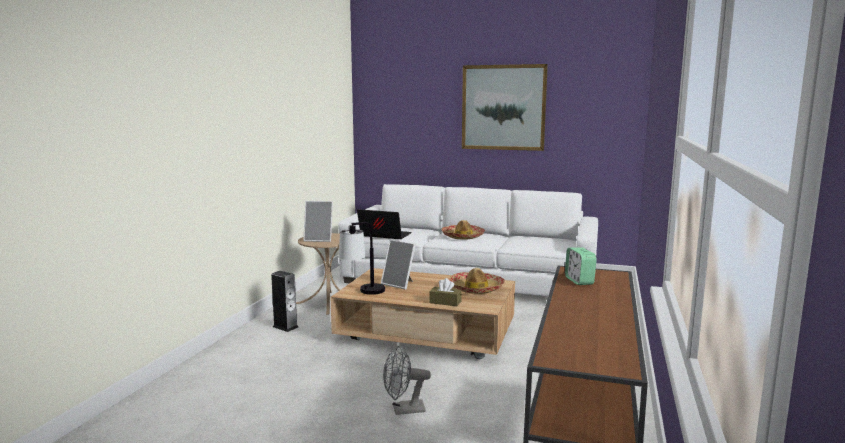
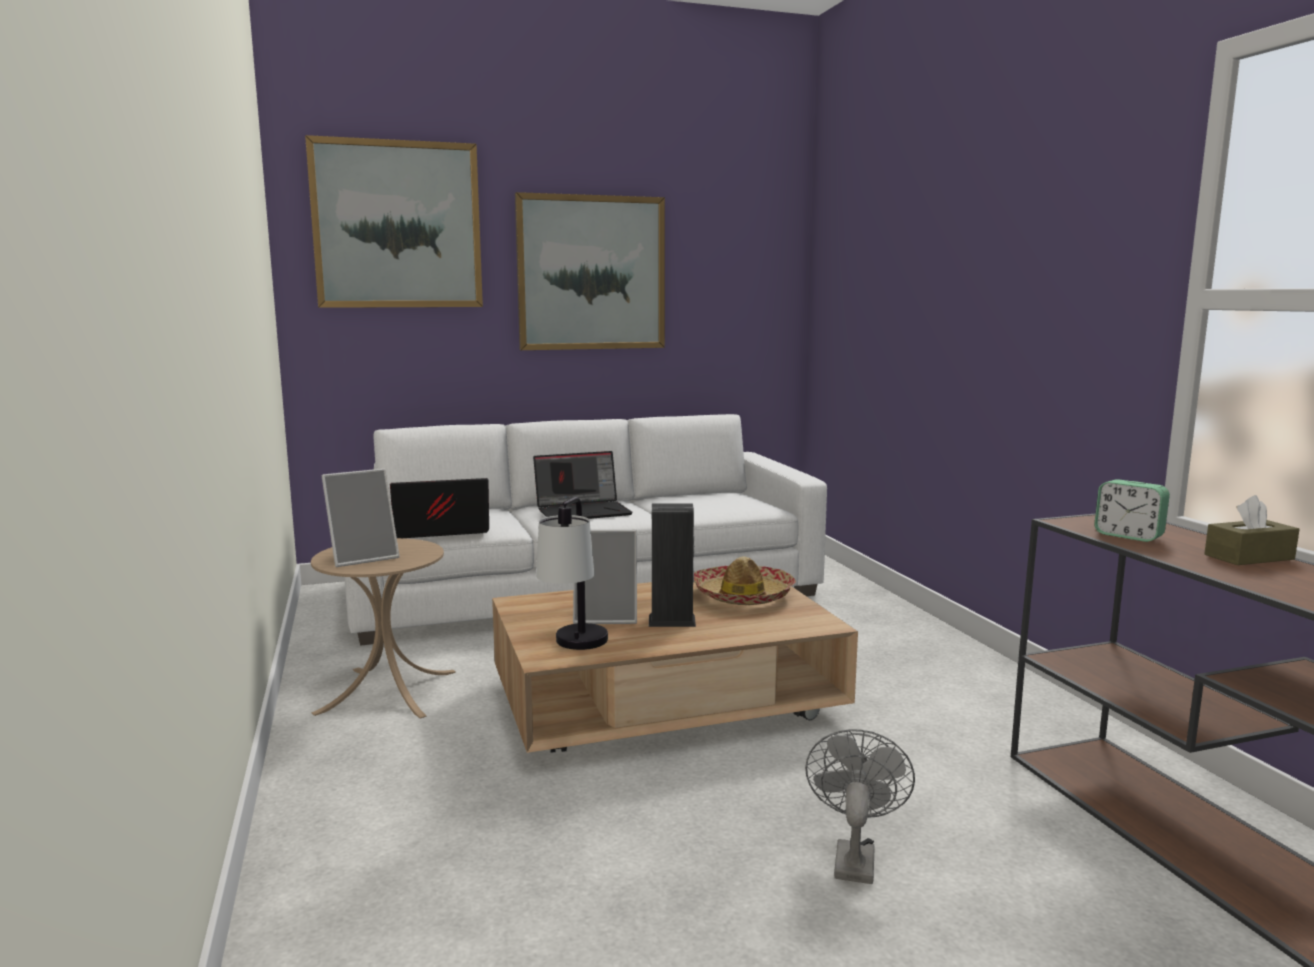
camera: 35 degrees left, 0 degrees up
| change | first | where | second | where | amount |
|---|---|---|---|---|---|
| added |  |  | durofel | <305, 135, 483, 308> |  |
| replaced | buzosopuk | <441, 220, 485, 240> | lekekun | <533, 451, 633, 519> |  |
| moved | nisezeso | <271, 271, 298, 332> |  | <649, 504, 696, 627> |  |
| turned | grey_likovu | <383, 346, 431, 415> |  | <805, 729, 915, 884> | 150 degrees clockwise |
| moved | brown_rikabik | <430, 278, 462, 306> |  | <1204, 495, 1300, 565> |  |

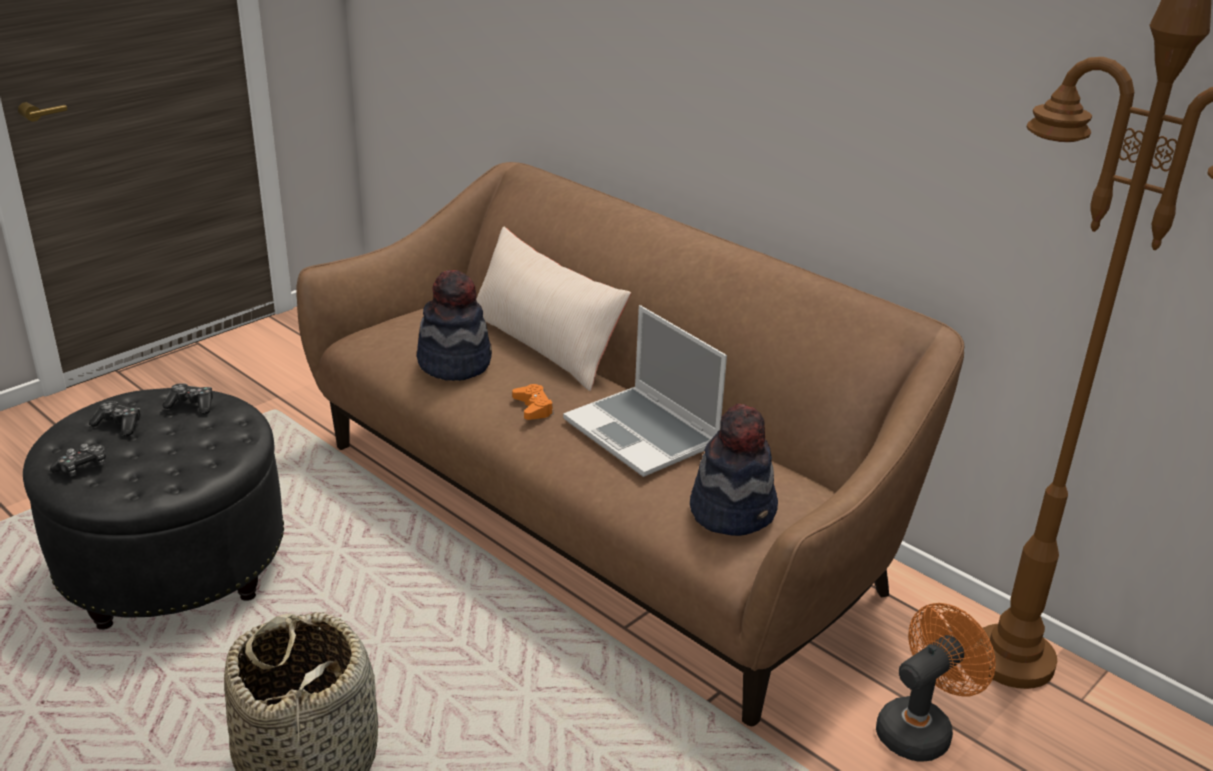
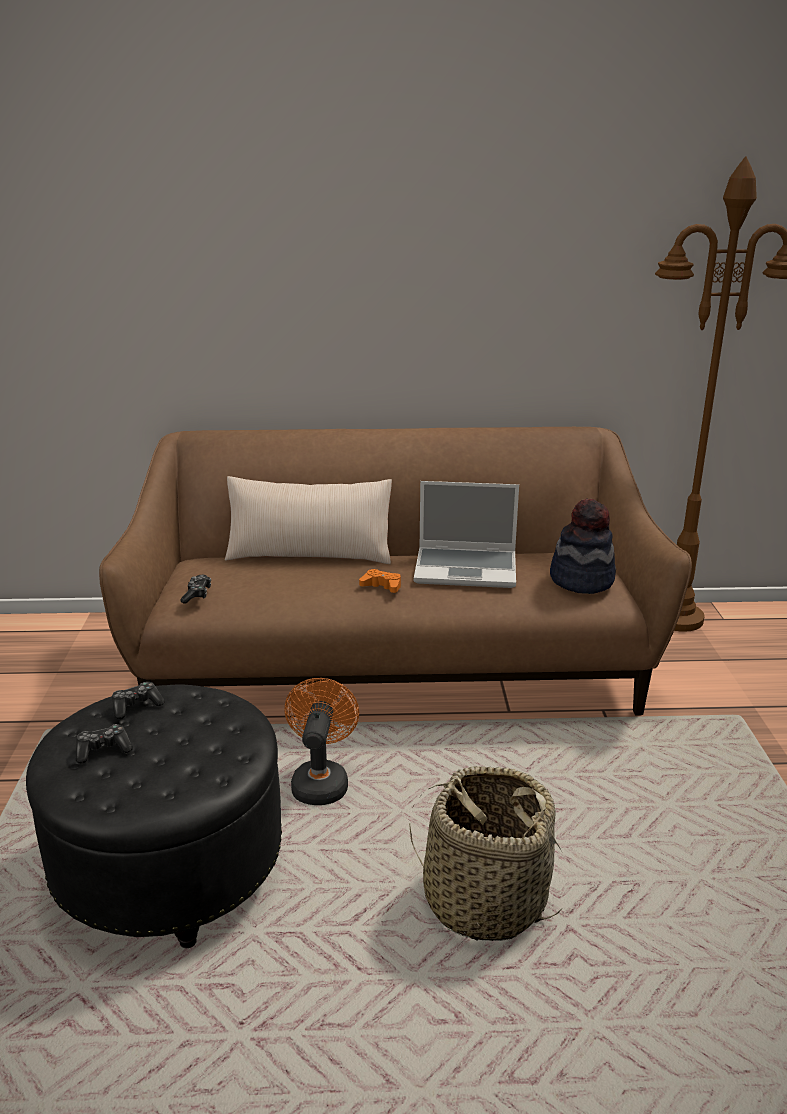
camera: 45 degrees left, 5 degrees down
| change | first | where | second | where | amount |
|---|---|---|---|---|---|
| moved | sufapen | <50, 443, 106, 477> |  | <180, 575, 211, 604> |  |
| moved | orange_likovu | <876, 603, 996, 761> |  | <285, 678, 359, 805> |  |
| removed | buzosopuk | <417, 270, 492, 381> |  |  |  |

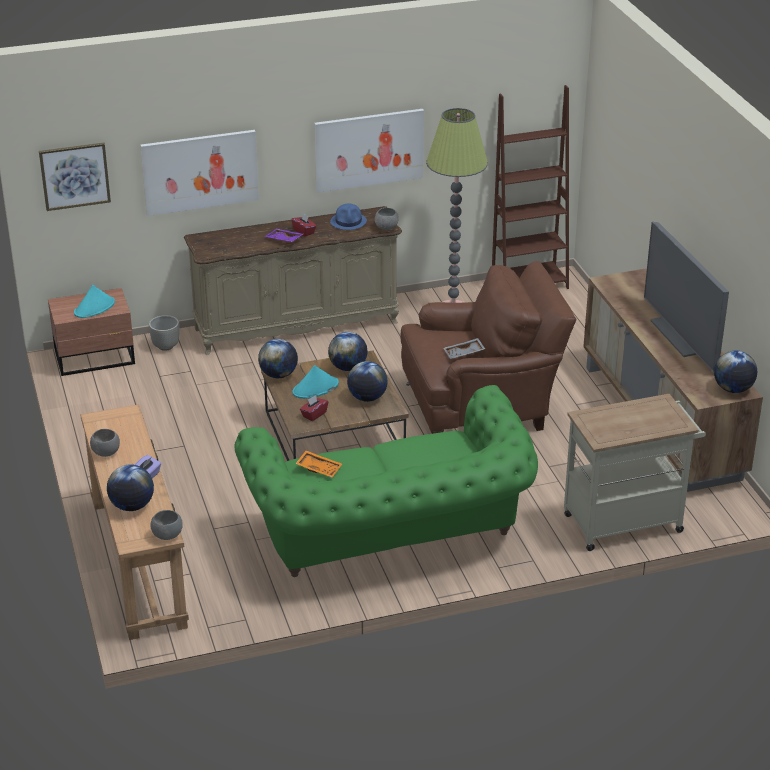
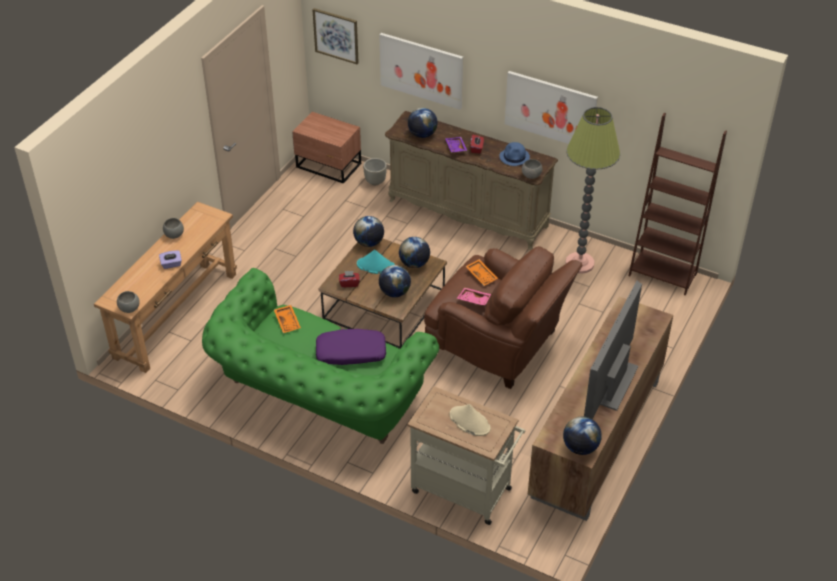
camera: 45 degrees right, 10 degrees up
| change | first | where | second | where | amount |
|---|---|---|---|---|---|
| added |  |  | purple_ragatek | <316, 329, 386, 365> |  |
| moved | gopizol | <107, 464, 154, 511> |  | <408, 108, 438, 138> |  |
| added |  |  | beige_buzosopuk | <450, 404, 491, 436> |  |
| recoloured | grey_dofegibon | <443, 338, 485, 359> | pink_dofegibon | <457, 288, 491, 306> |  |
| added |  |  | orange_dofegibon | <465, 259, 498, 286> |  |
| removed | turquoise_buzosopuk | <74, 285, 115, 318> |  |  |  |

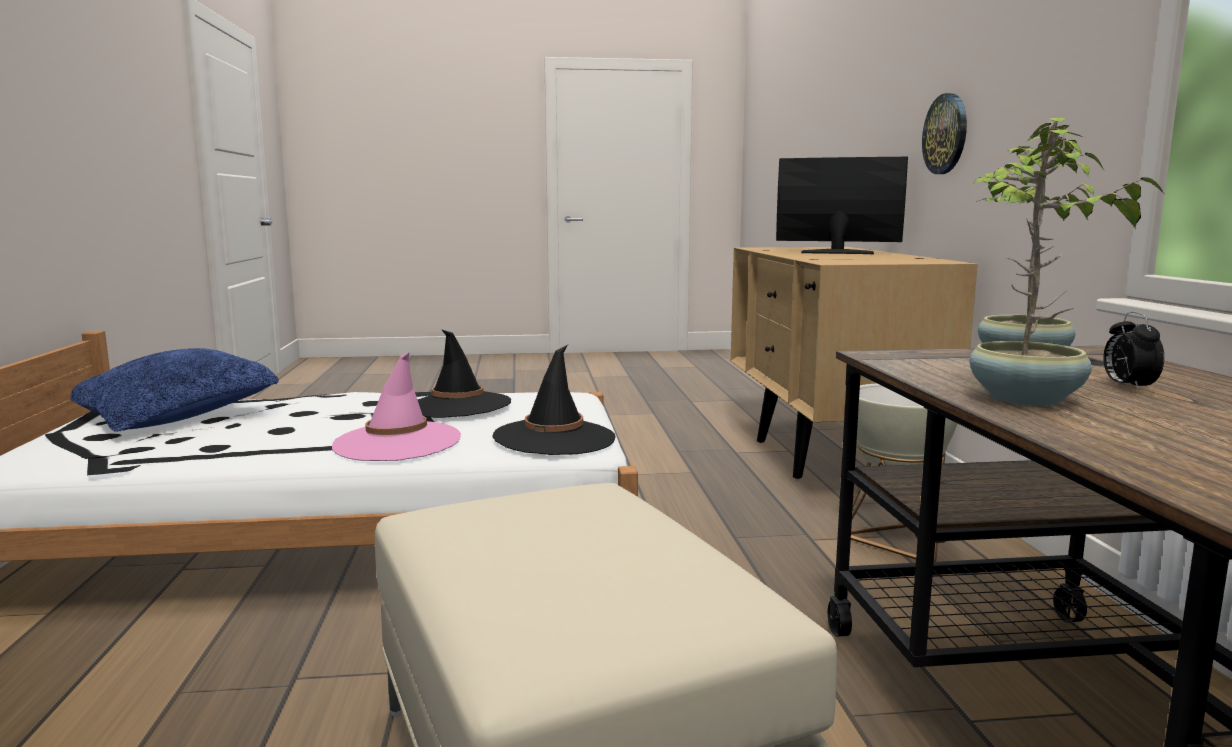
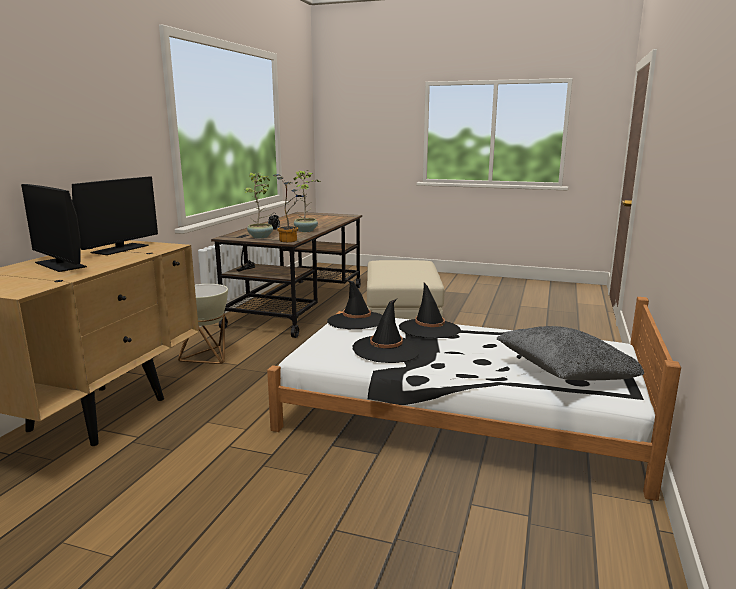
camera: 155 degrees left, 5 degrees up
| change | first | where | second | where | amount |
|---|---|---|---|---|---|
| added |  |  | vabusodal | <72, 177, 158, 255> |  |
| added |  |  | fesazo | <273, 174, 304, 242> |  |
| recoloured | pink_buzosopuk | <332, 353, 461, 461> | black_buzosopuk | <399, 283, 461, 338> |  |
| recoloured | blue_ragatek | <70, 348, 279, 432> | grey_ragatek | <496, 326, 644, 380> |  |
| removed | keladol | <922, 93, 967, 174> |  |  |  |

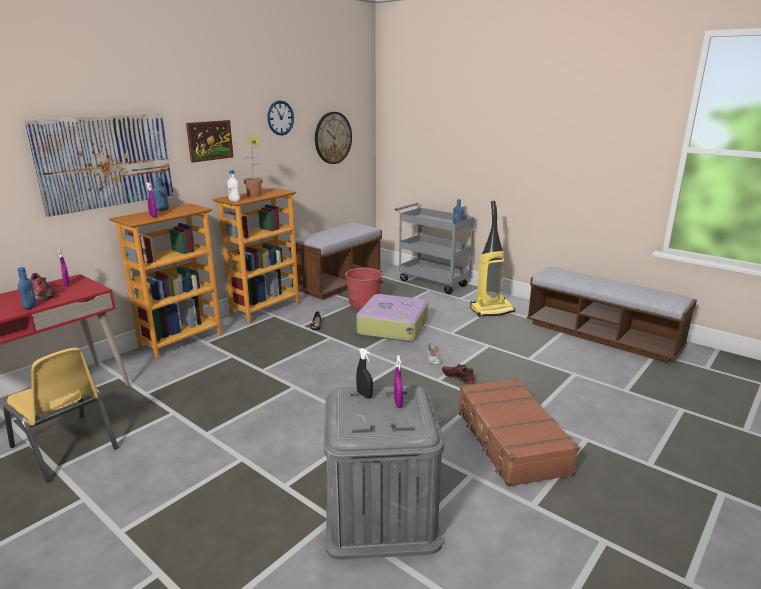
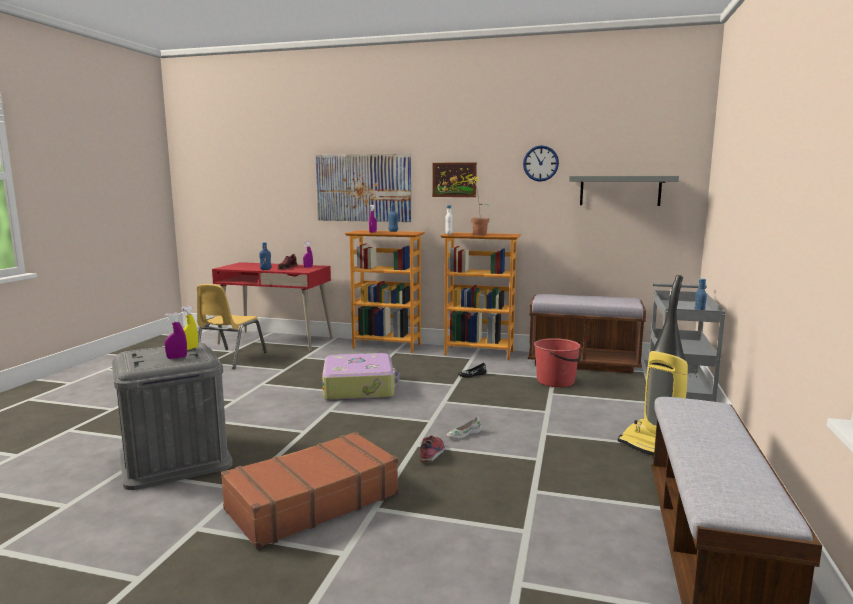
camera: 65 degrees right, 10 degrees down
| change | first | where | second | where | amount |
|---|---|---|---|---|---|
| recoloured | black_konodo | <356, 348, 373, 398> | yellow_konodo | <181, 306, 198, 350> |  |
| moved | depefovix | <356, 294, 428, 342> |  | <322, 353, 400, 401> |  |
| replaced | keladol | <315, 112, 352, 164> | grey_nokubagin | <569, 176, 679, 206> |  |

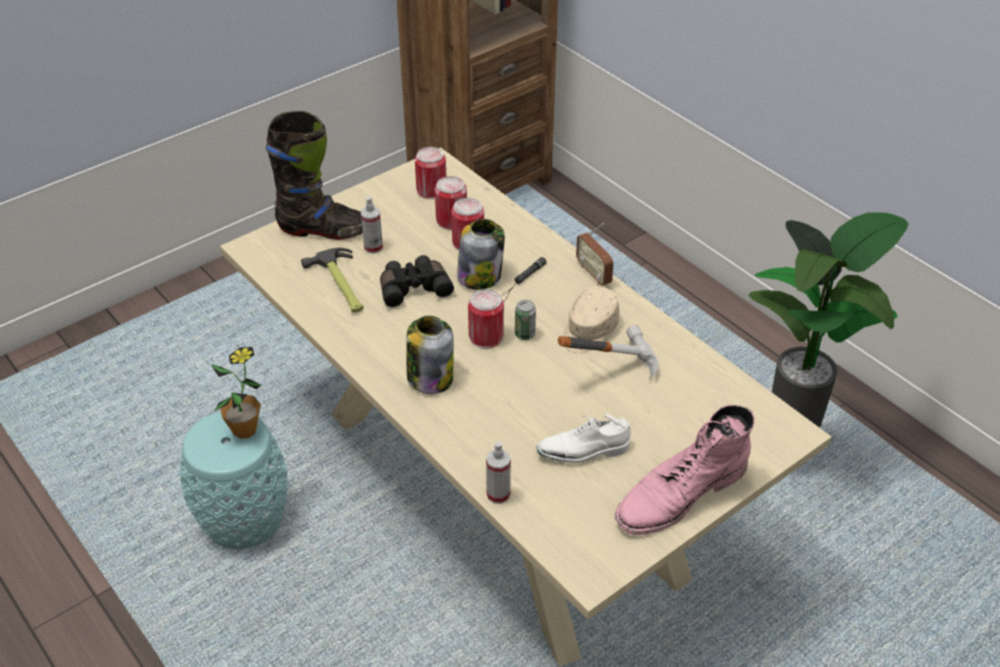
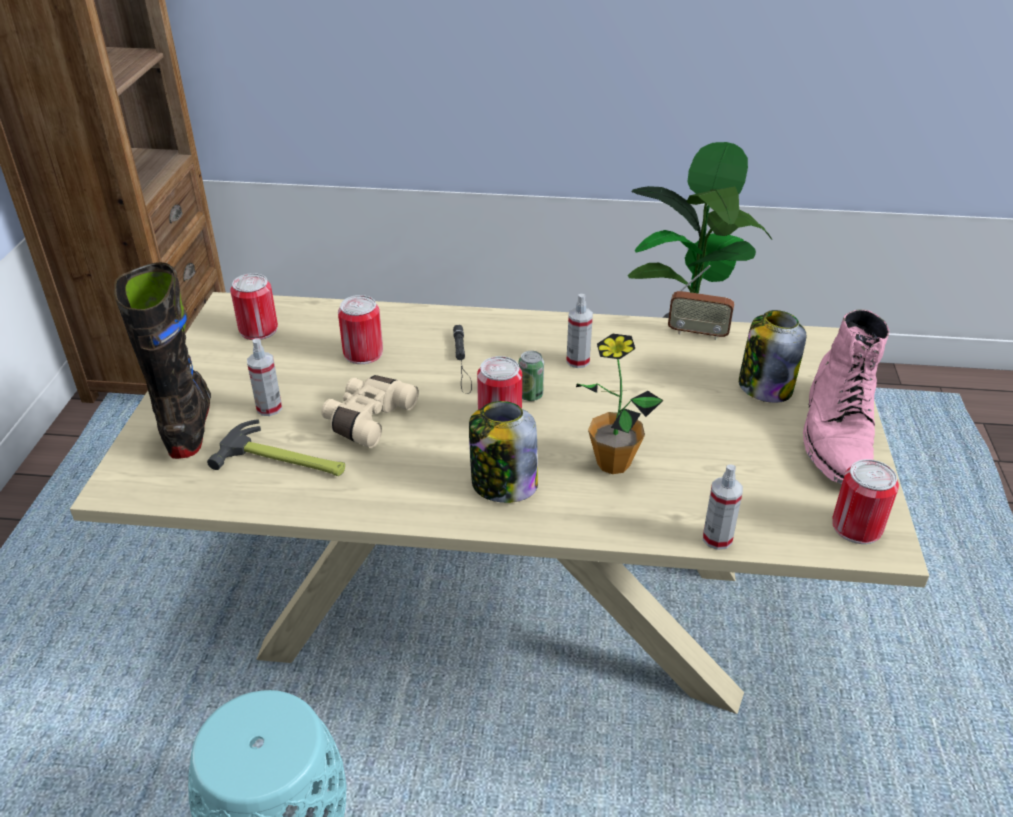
camera: 45 degrees left, 5 degrees down
| change | first | where | second | where | amount |
|---|---|---|---|---|---|
| turned | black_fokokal | <266, 111, 363, 240> |  | <114, 262, 211, 459> | 60 degrees counterclockwise |
| recoloured | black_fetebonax | <380, 255, 454, 308> | beige_fetebonax | <321, 375, 419, 448> |  |
| replaced | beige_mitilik | <564, 286, 620, 353> | konodo | <566, 294, 593, 368> |  |
| moved | fesazo | <211, 347, 261, 439> |  | <576, 334, 663, 474> |  |
| moved | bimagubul | <576, 223, 614, 285> |  | <668, 265, 734, 340> |  |
| moved | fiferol | <457, 219, 505, 290> |  | <739, 310, 806, 403> |  |
| moved | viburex | <435, 176, 467, 230> |  | <832, 459, 899, 544> |  |
| removed | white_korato | <536, 414, 631, 463> |  |  |  |
| removed | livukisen | <558, 325, 659, 380> |  |  |  |

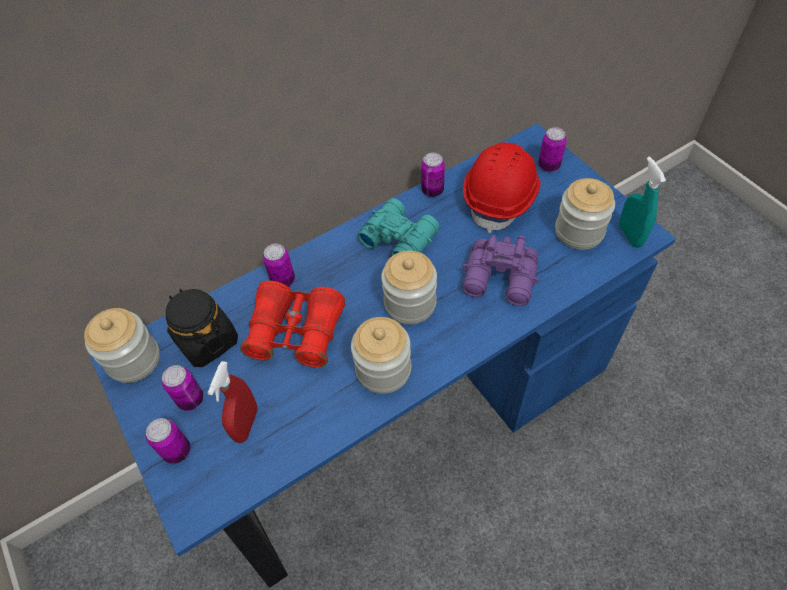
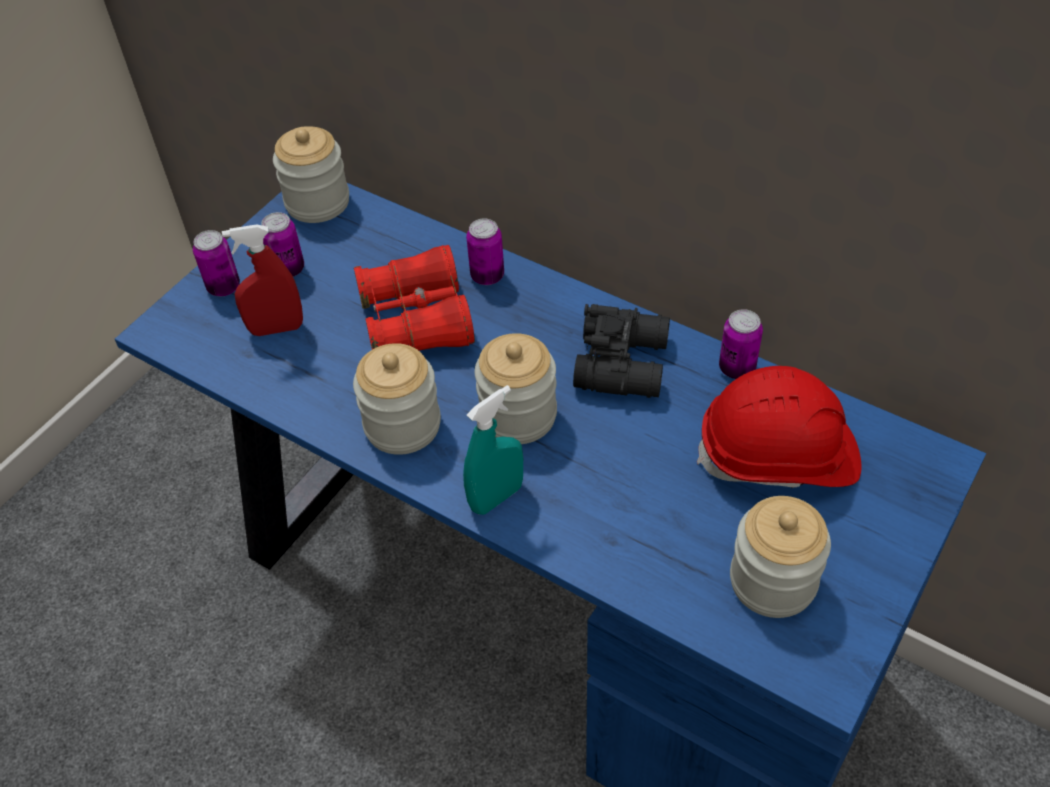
camera: 65 degrees right, 5 degrees down
| change | first | where | second | where | amount |
|---|---|---|---|---|---|
| moved | turquoise_konodo | <619, 156, 666, 248> |  | <463, 385, 523, 515> |  |
| recoloured | turquoise_fetebonax | <358, 198, 440, 256> | black_fetebonax | <573, 304, 670, 398> |  |
| removed | black_fiferol | <166, 289, 238, 367> |  |  |  |
| removed | purple_fetebonax | <462, 235, 539, 306> |  |  |  |
| removed | viburex | <538, 127, 567, 172> |  |  |  |

